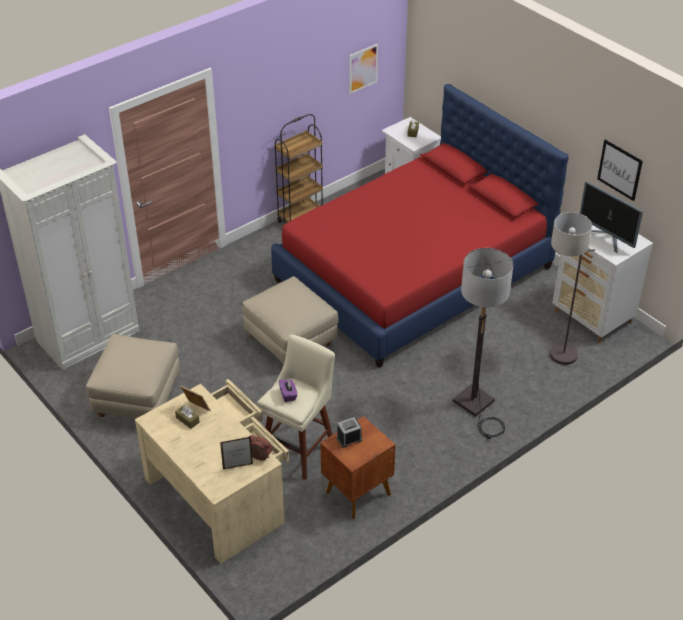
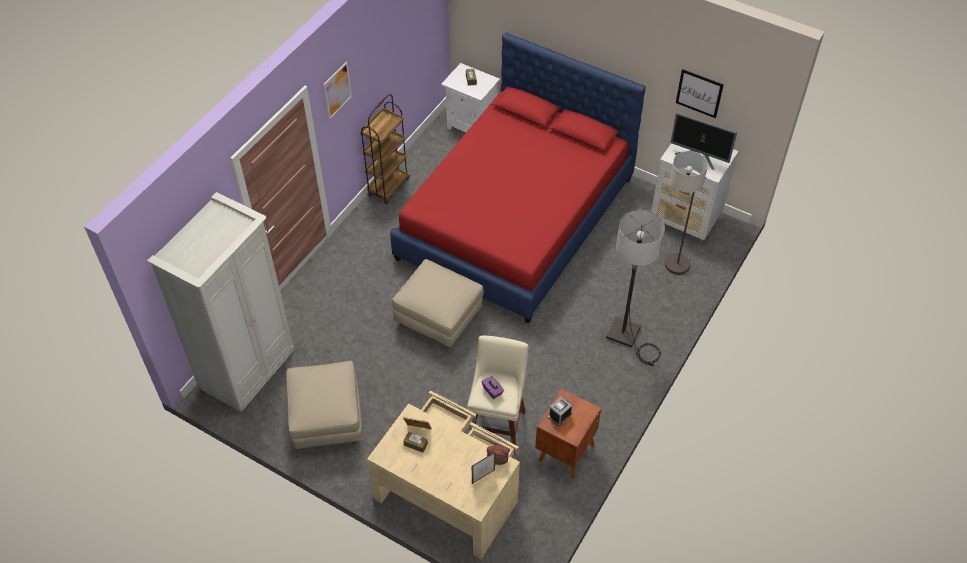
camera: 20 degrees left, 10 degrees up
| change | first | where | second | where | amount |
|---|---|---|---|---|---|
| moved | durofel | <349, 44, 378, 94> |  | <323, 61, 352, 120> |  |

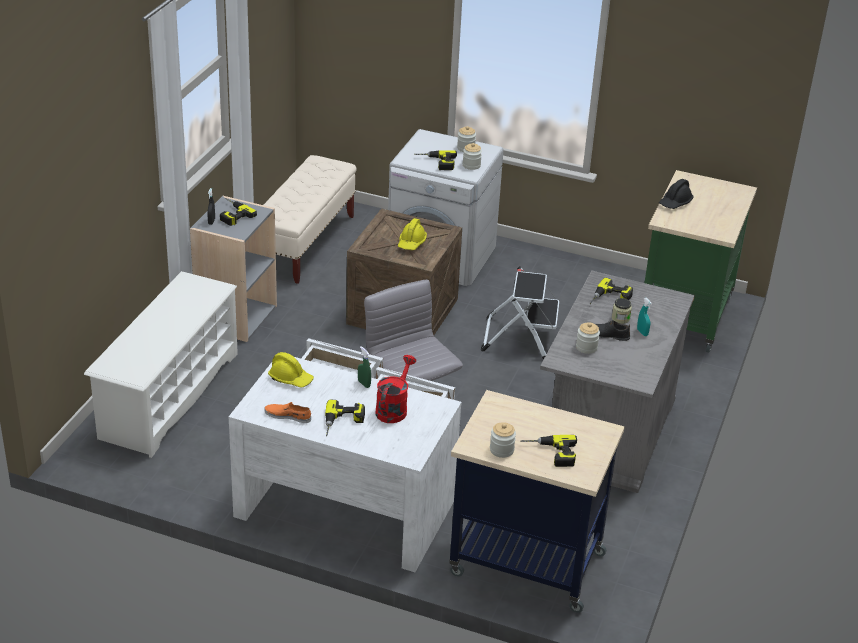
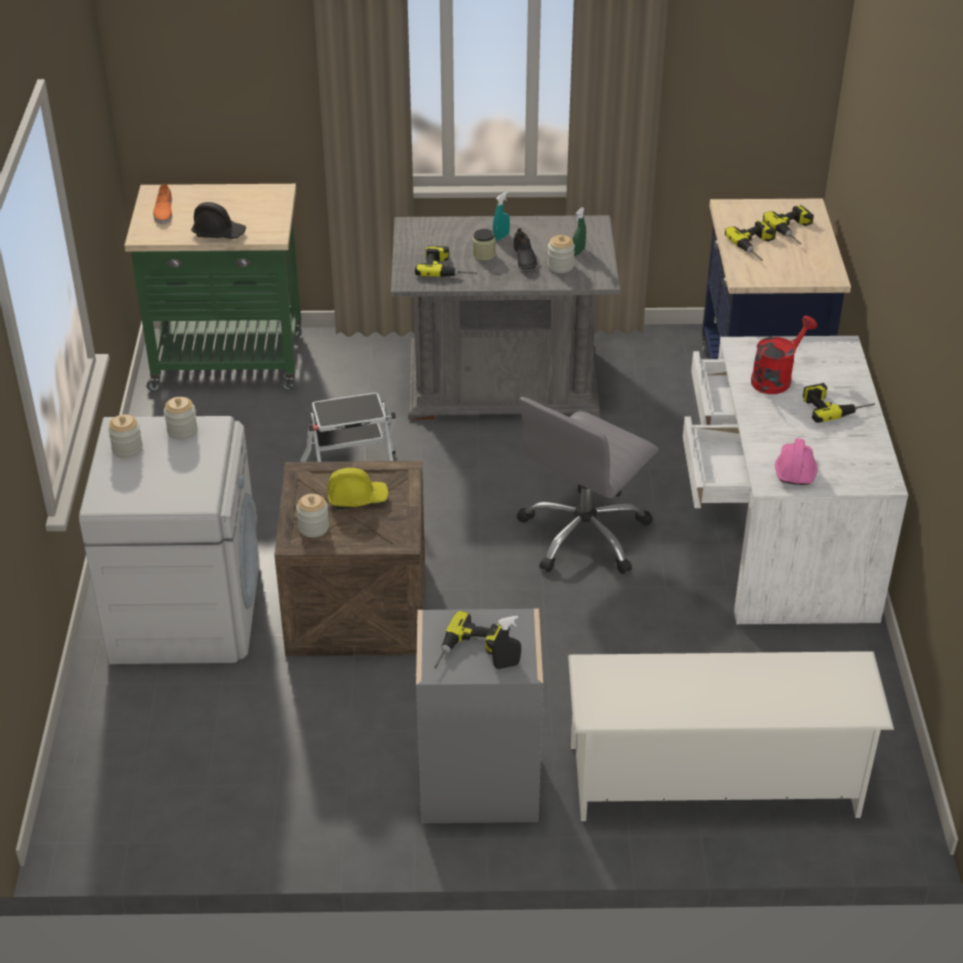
camera: 110 degrees left, 5 degrees up
| change | first | where | second | where | amount |
|---|---|---|---|---|---|
| moved | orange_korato | <264, 402, 311, 423> |  | <153, 184, 172, 224> |  |
| moved | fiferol | <490, 422, 516, 458> |  | <296, 494, 329, 537> |  |
| moved | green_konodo | <358, 346, 371, 388> |  | <573, 207, 586, 256> |  |
| moved | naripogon | <414, 150, 457, 170> |  | <725, 220, 776, 261> |  |
| turned | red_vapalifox | <375, 355, 416, 423> |  | <751, 316, 817, 394> | 135 degrees clockwise |
| recoloured | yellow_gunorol | <268, 352, 314, 388> | pink_gunorol | <775, 438, 818, 485> |  |
| removed | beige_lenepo | <264, 155, 356, 284> |  |  |  |

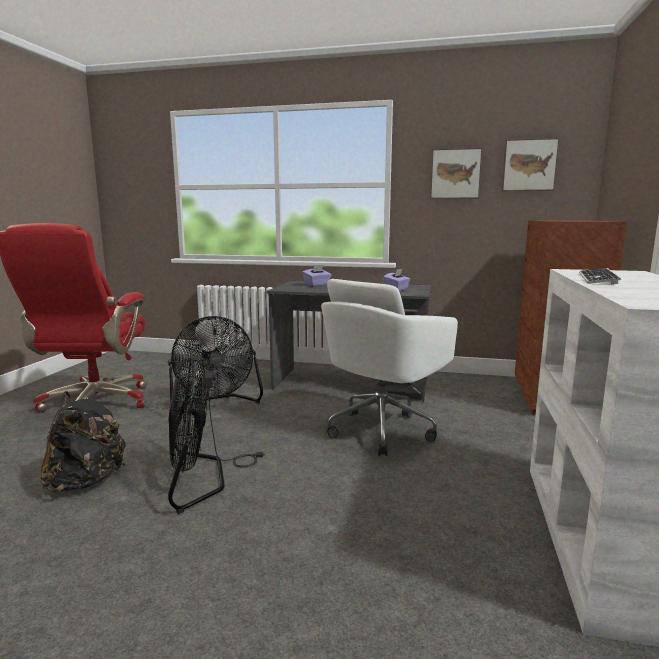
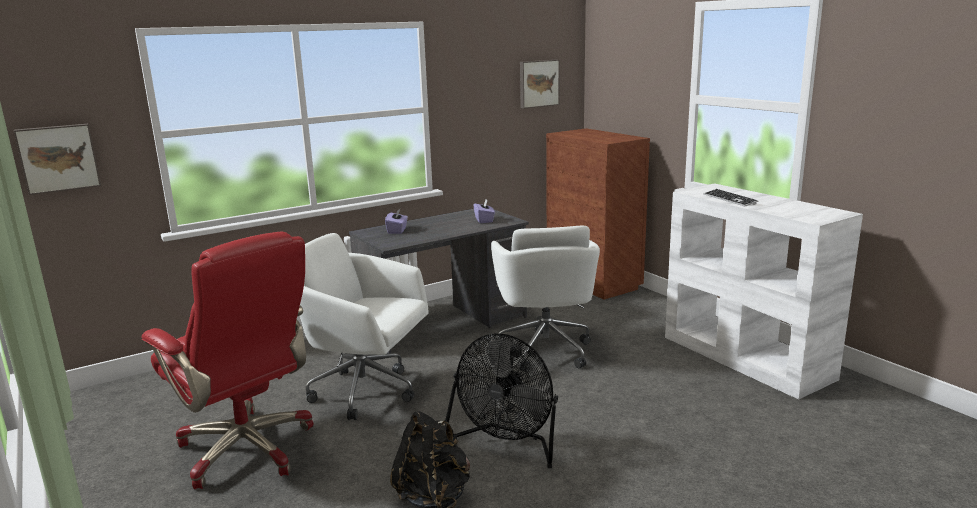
camera: 45 degrees left, 5 degrees up
| change | first | where | second | where | amount |
|---|---|---|---|---|---|
| moved | durofel | <430, 148, 482, 199> |  | <14, 124, 101, 195> |  |
| replaced | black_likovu | <168, 316, 263, 415> | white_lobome | <300, 233, 429, 420> |  |

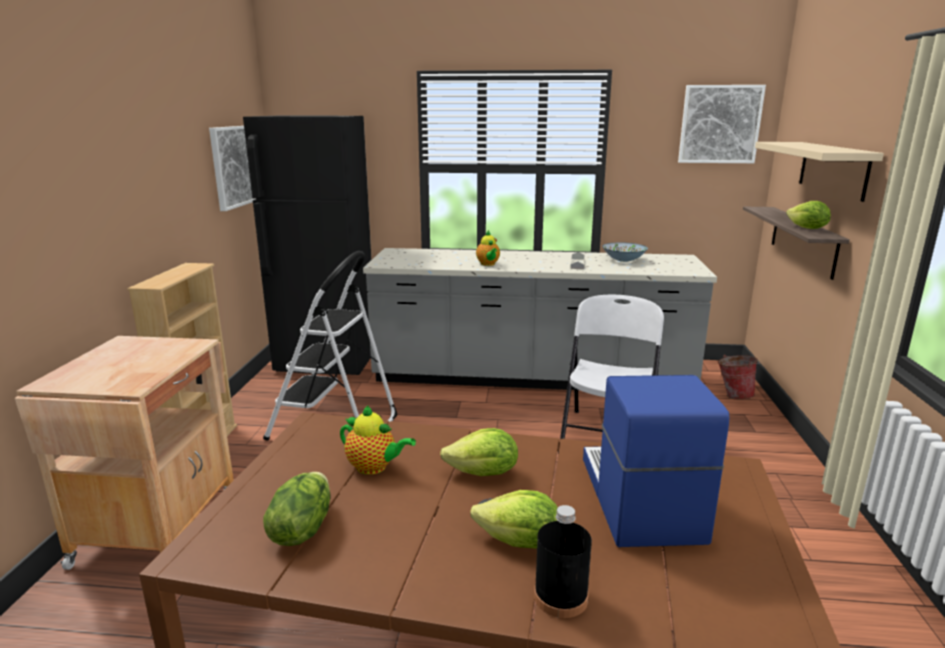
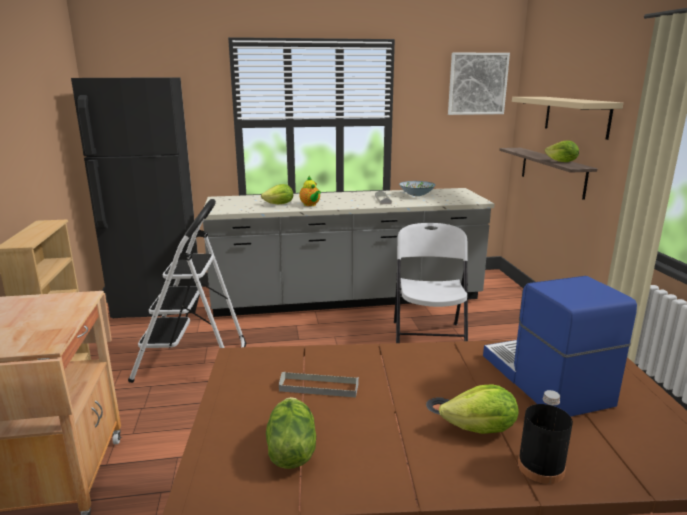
camera: 15 degrees left, 0 degrees up
| change | first | where | second | where | amount |
|---|---|---|---|---|---|
| moved | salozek | <440, 428, 518, 476> |  | <261, 184, 293, 205> |  |
| replaced | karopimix | <340, 405, 416, 475> | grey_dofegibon | <279, 371, 359, 397> |  |
| removed | durofel | <209, 126, 256, 211> |  |  |  |
| removed | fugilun | <718, 355, 760, 400> |  |  |  |

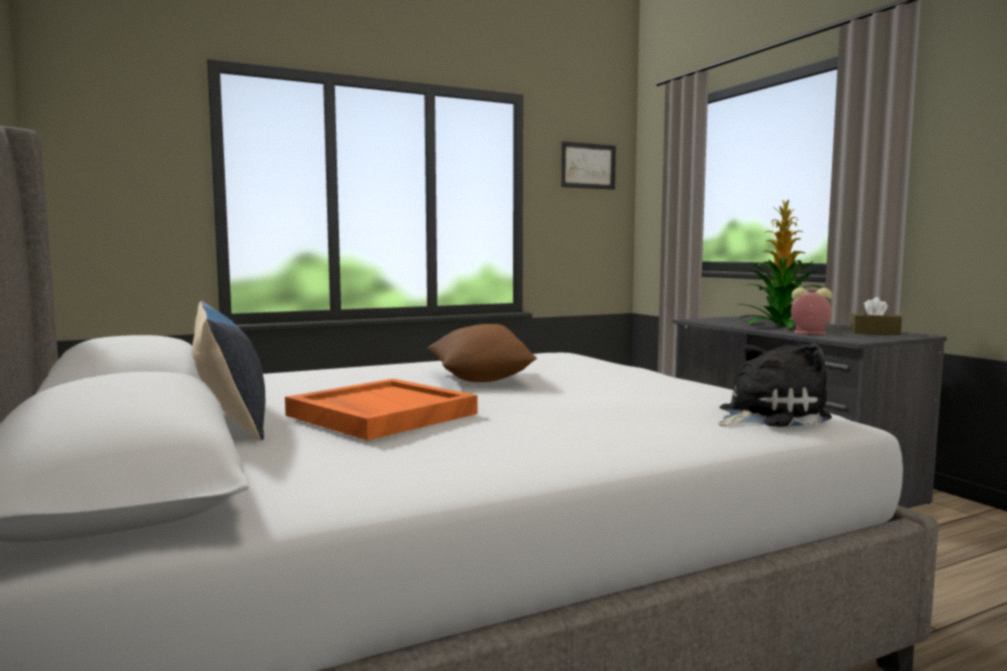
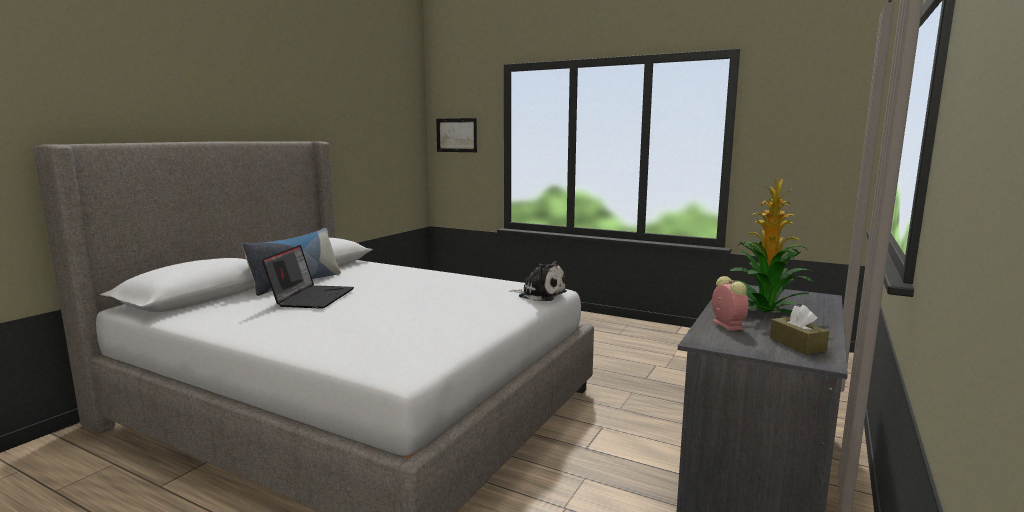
camera: 55 degrees right, 5 degrees up
| change | first | where | second | where | amount |
|---|---|---|---|---|---|
| replaced | orange_dofegibon | <285, 379, 478, 441> | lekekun | <262, 245, 354, 309> |  |
| moved | durofel | <561, 141, 616, 190> |  | <436, 118, 477, 152> |  |
| moved | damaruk | <718, 344, 832, 427> |  | <509, 261, 567, 301> |  |
| removed | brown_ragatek | <427, 324, 537, 382> |  |  |  |

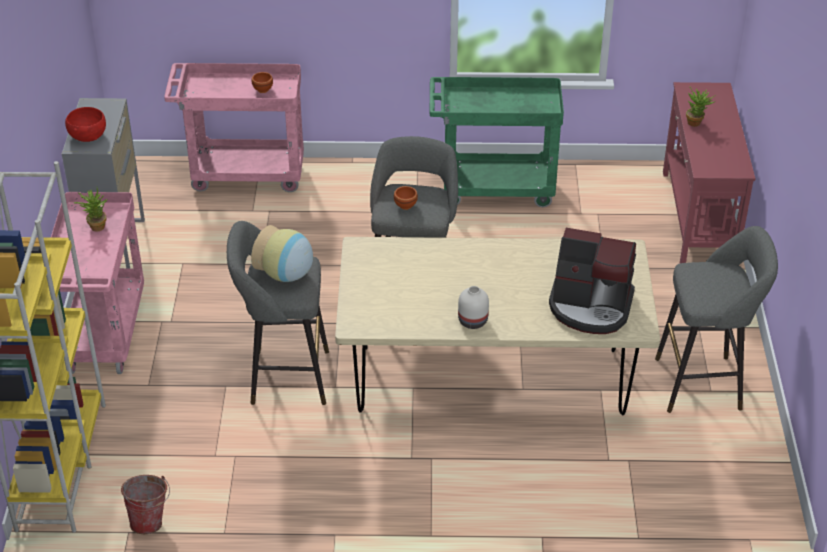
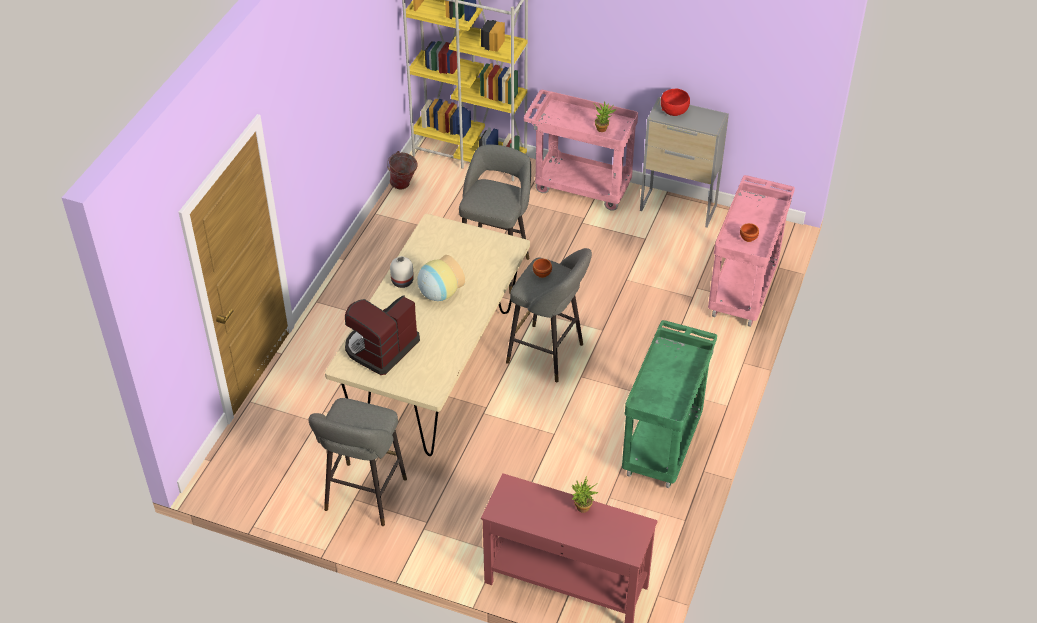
camera: 110 degrees right, 5 degrees up
| change | first | where | second | where | amount |
|---|---|---|---|---|---|
| moved | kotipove | <251, 225, 313, 282> |  | <417, 255, 465, 301> |  |

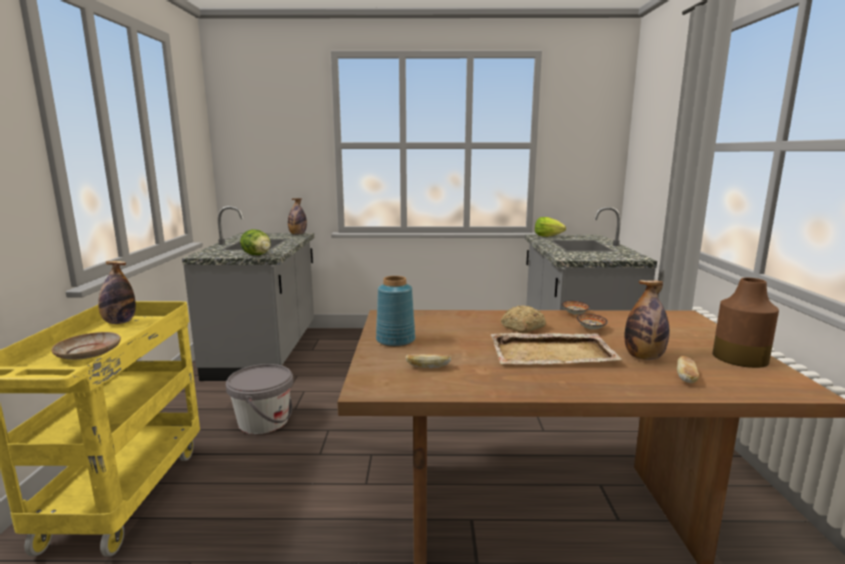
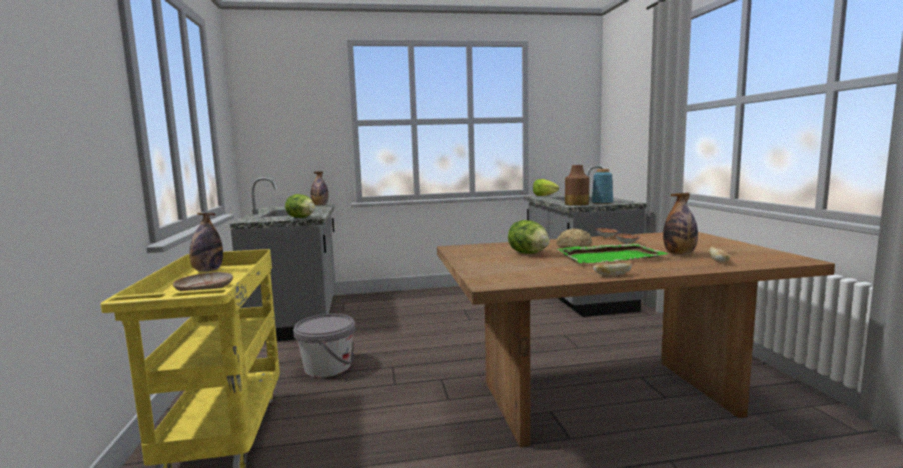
camera: 10 degrees left, 5 degrees down
| change | first | where | second | where | amount |
|---|---|---|---|---|---|
| added |  |  | salozek | <508, 220, 550, 254> |  |
| recoloured | beige_dofegibon | <491, 333, 623, 364> | green_dofegibon | <557, 243, 668, 263> |  |
| moved | brown_kotipove | <712, 278, 779, 368> |  | <565, 165, 589, 206> |  |
| moved | blue_kotipove | <376, 276, 415, 347> |  | <592, 169, 613, 204> |  |
| moved | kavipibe | <406, 354, 451, 368> |  | <593, 263, 632, 276> |  |

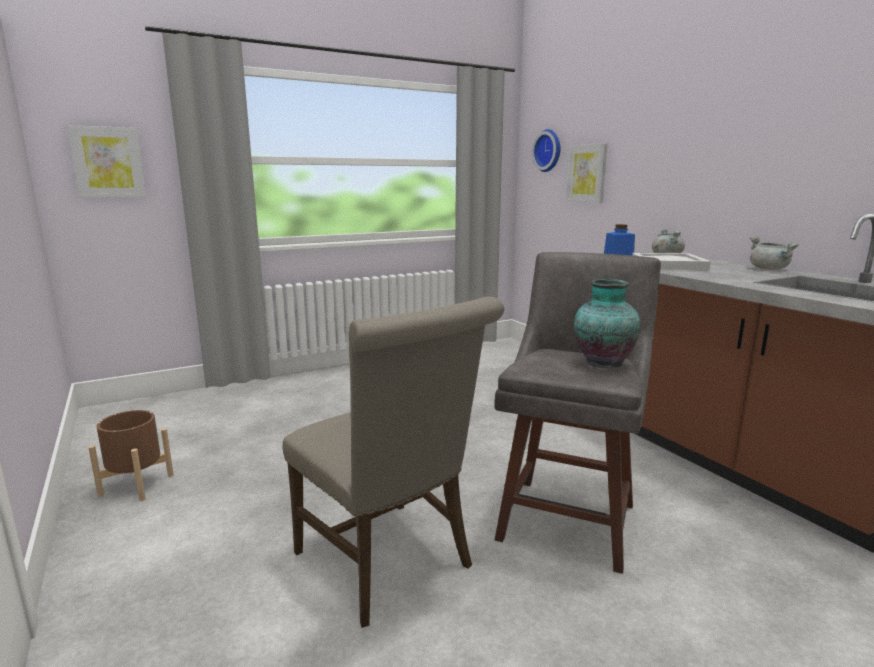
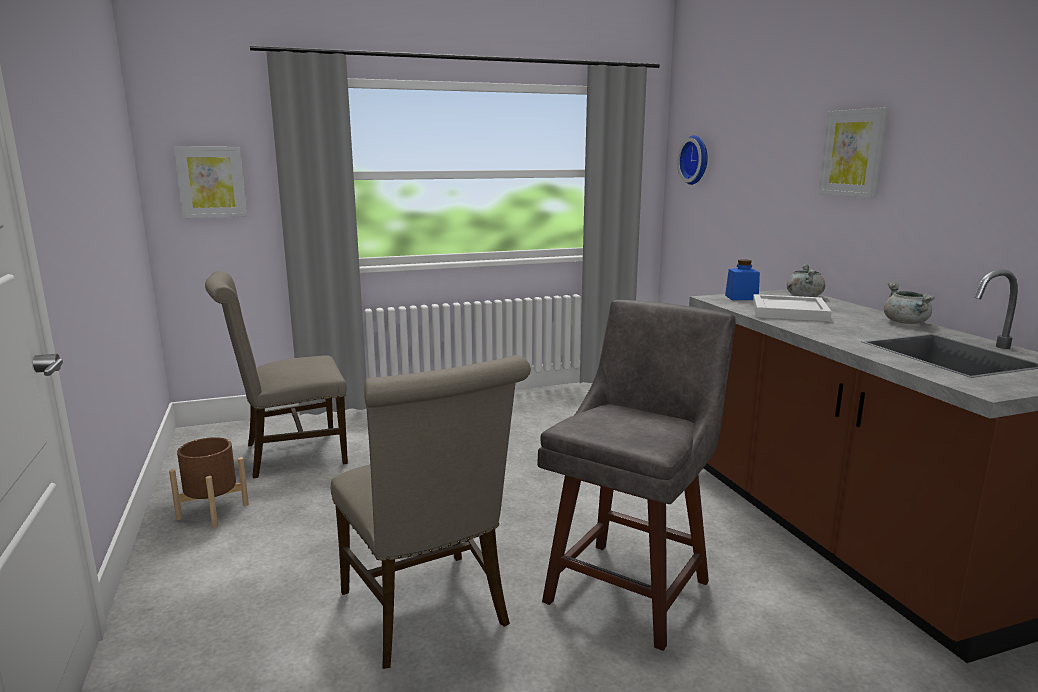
camera: 10 degrees right, 0 degrees up
| change | first | where | second | where | amount |
|---|---|---|---|---|---|
| added |  |  | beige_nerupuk | <205, 271, 348, 479> |  |
| moved | durofel | <566, 143, 607, 203> |  | <818, 107, 889, 198> |  |
| removed | kotipove | <574, 279, 641, 368> |  |  |  |

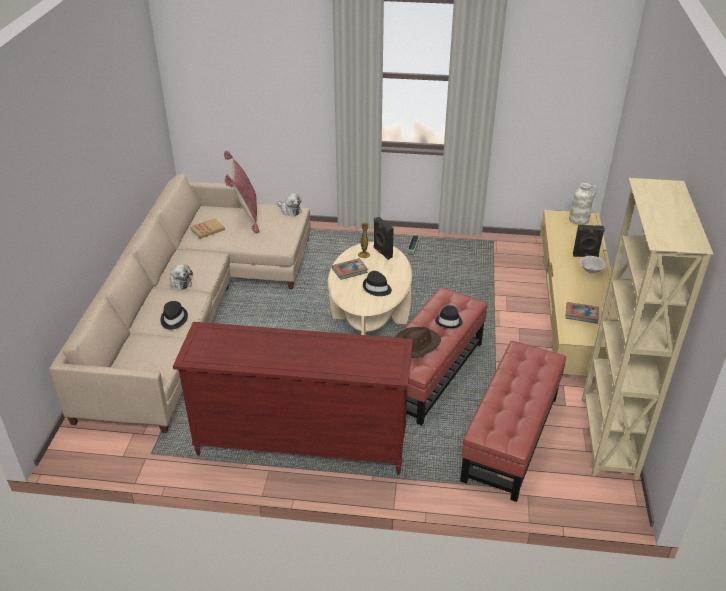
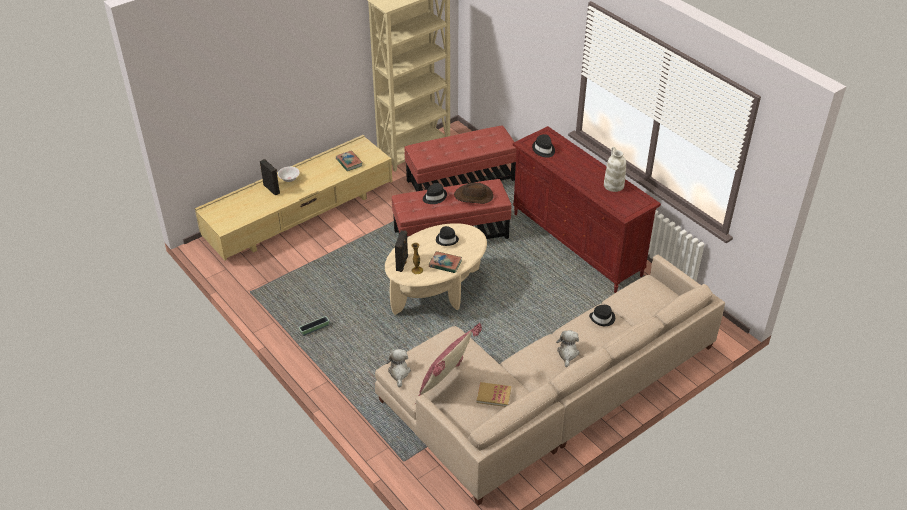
camera: 135 degrees left, 5 degrees up
| change | first | where | second | where | amount |
|---|---|---|---|---|---|
| added |  |  | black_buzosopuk | <532, 134, 555, 157> |  |
| moved | white_kotipove | <569, 183, 597, 225> |  | <604, 147, 626, 192> |  |

